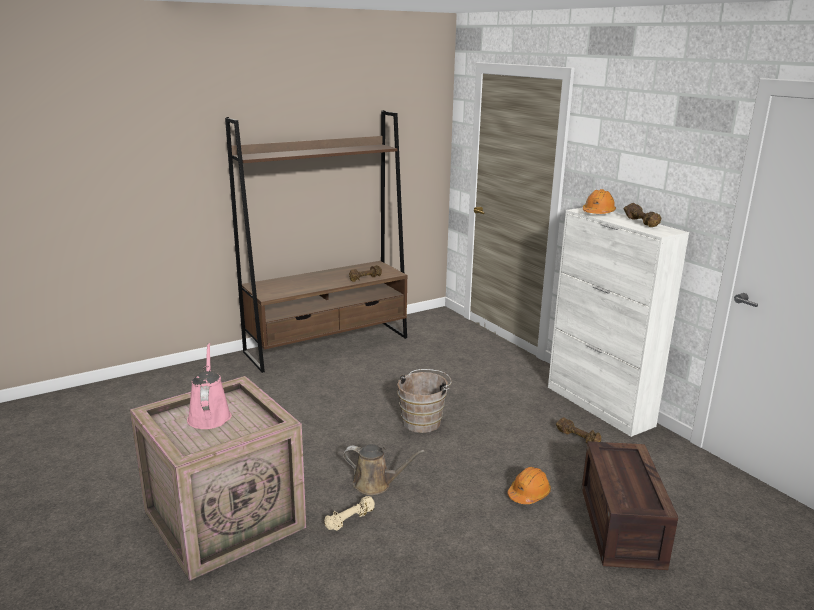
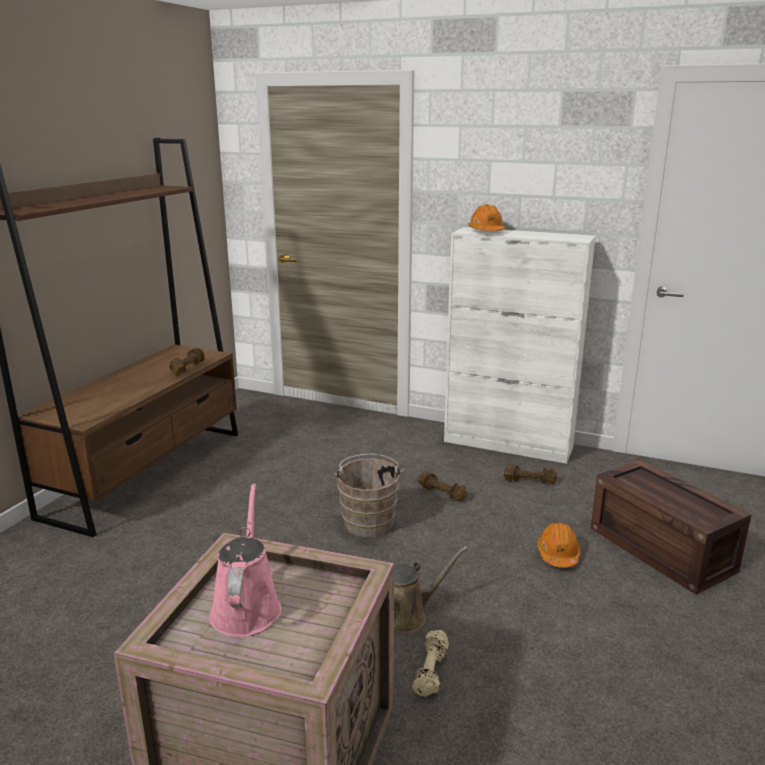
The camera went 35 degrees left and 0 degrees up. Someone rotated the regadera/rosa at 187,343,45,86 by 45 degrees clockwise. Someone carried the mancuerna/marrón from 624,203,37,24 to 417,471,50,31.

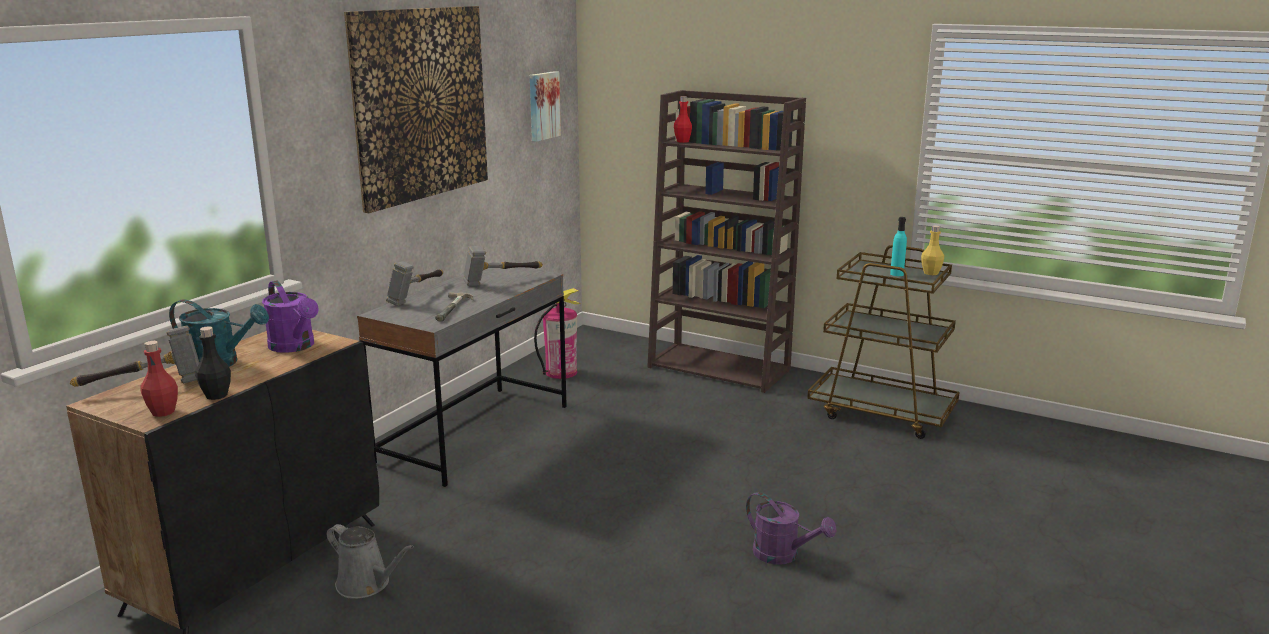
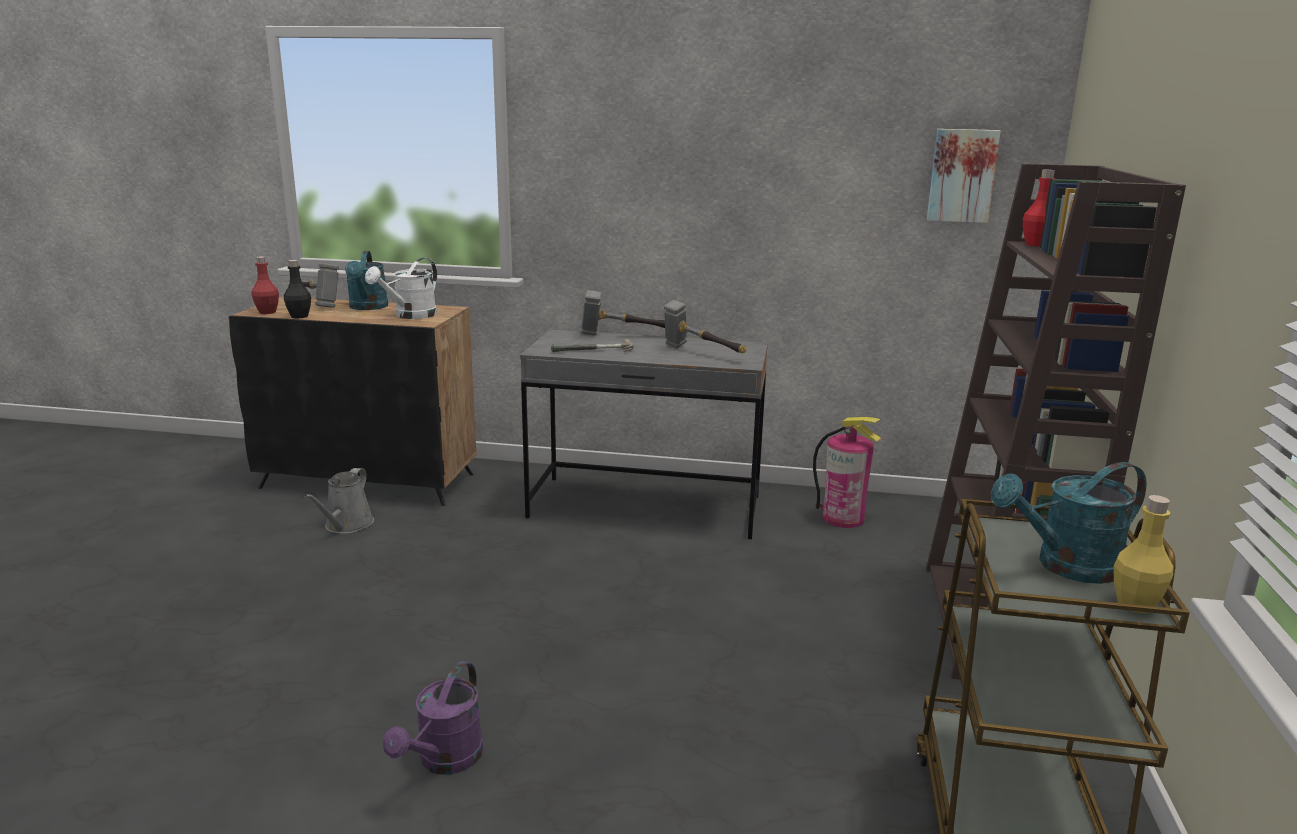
The camera went 70 degrees right and 0 degrees up. Someone repainted the regadera/morado at 262,280,56,73, which became the regadera/blanco at 365,258,72,61. Someone swapped the botella/turquesa at 890,217,17,59 for the regadera/turquesa at 991,462,155,122. Someone took away the cuadro at 344,6,144,207.

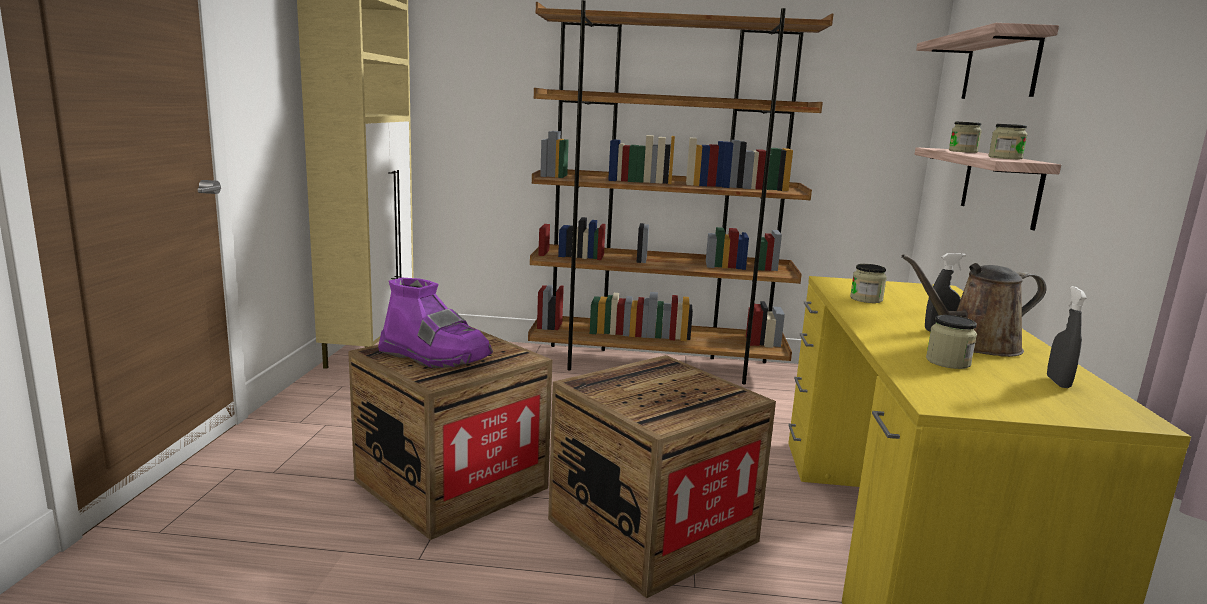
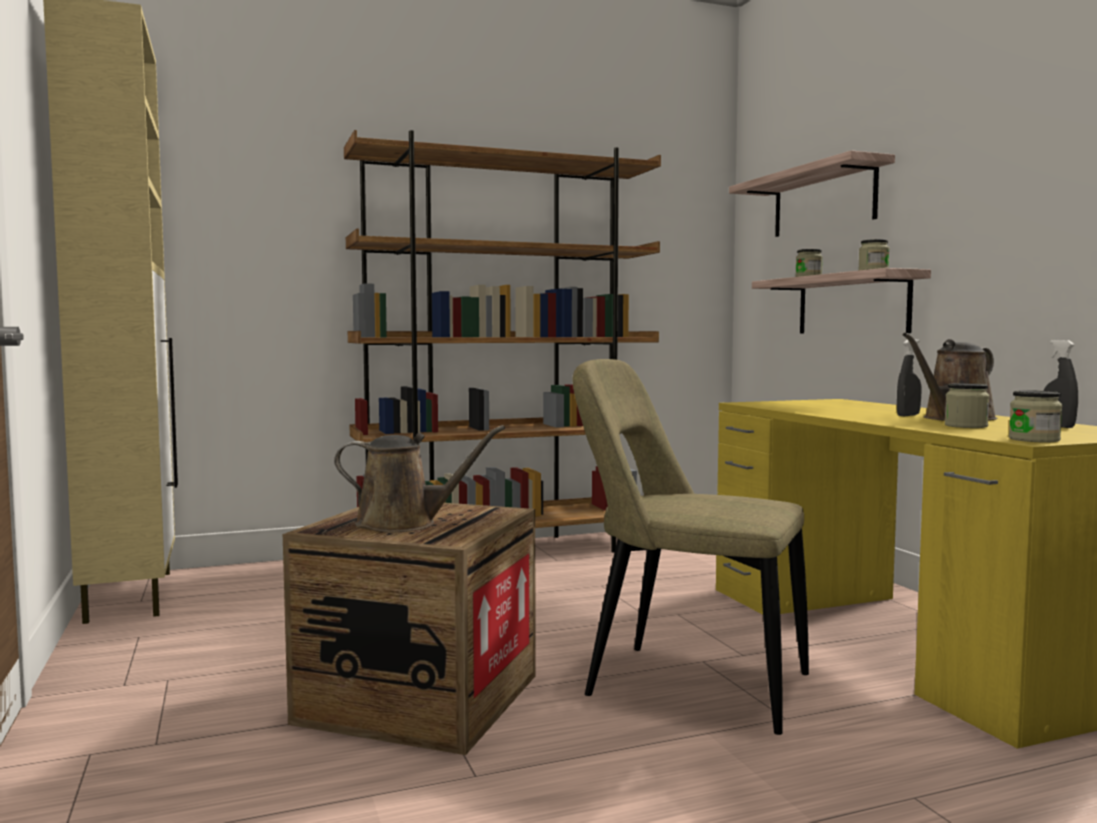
The camera went 25 degrees left and 10 degrees down. Someone swapped the bota/morado at 378,278,115,90 for the regadera/marrón at 334,425,171,108. Someone swapped the caja de embalaje at 548,355,228,243 for the silla/beis at 573,359,236,376. Someone carried the tarro from 850,264,37,39 to 1009,390,53,52.

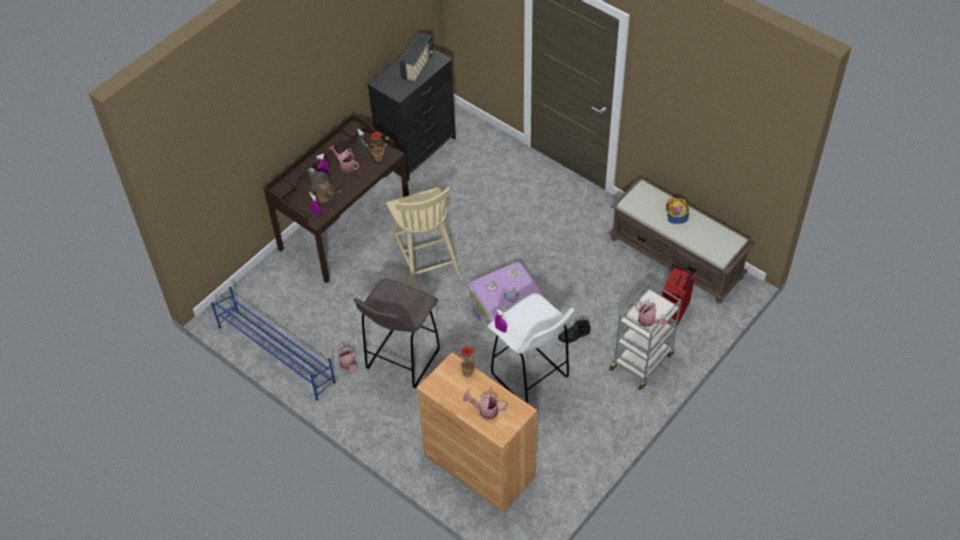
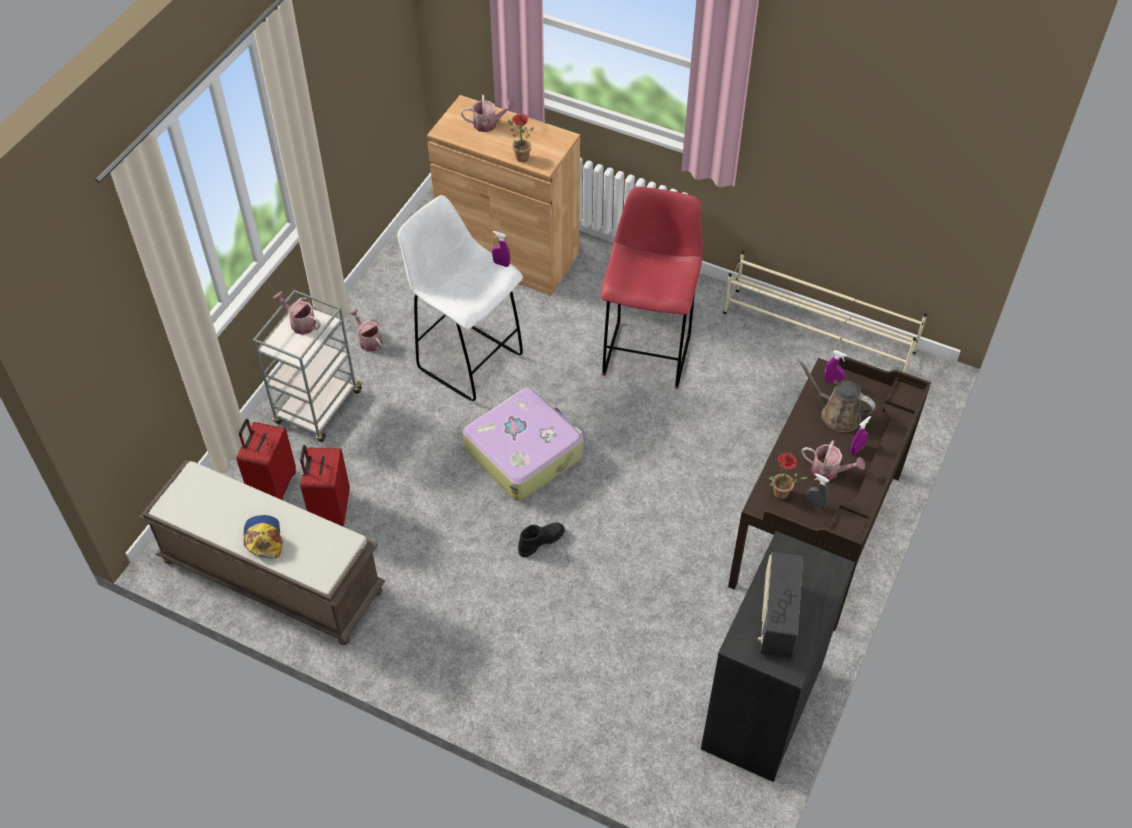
The camera went 165 degrees right and 0 degrees up. Someone put down the maleta/rojo at 300,445,50,81. Someone carried the regadera from 337,344,20,28 to 349,309,33,43. Someone carried the bota/negro from 558,320,32,23 to 518,522,47,35. Someone repainted the taburete/gris at 354,278,86,111, which became the taburete/rojo at 601,187,102,202. Someone repainted the zapatero/azul at 211,287,125,113, which became the zapatero/beis at 723,251,204,122. Someone took away the silla/beis at 386,187,75,102.

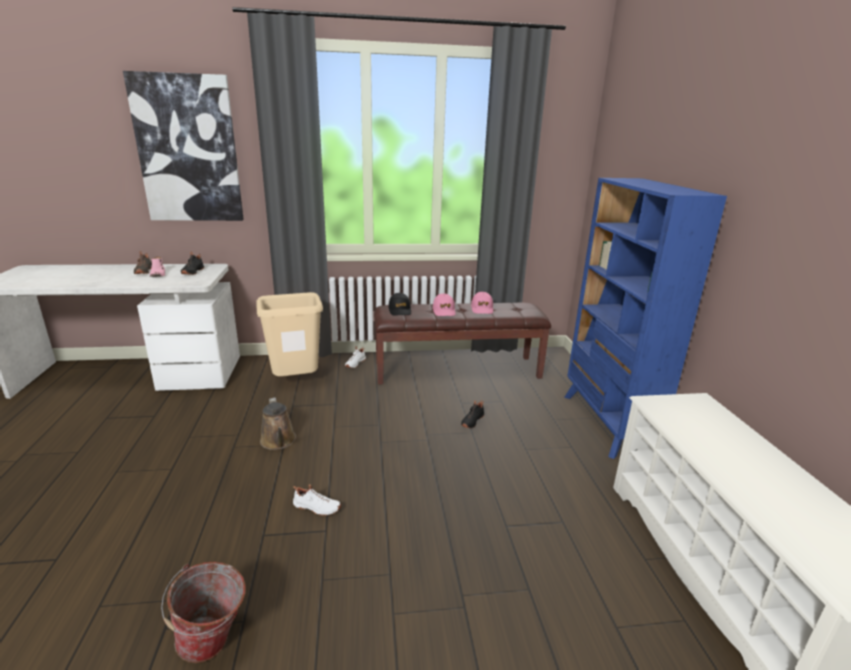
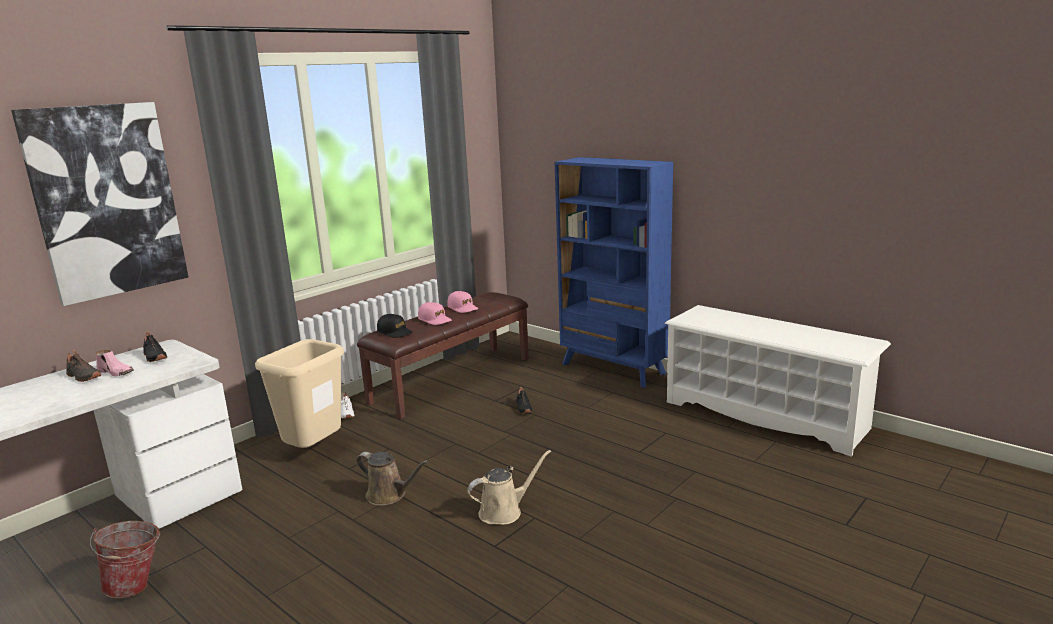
The camera went 40 degrees left and 5 degrees down. Someone carried the cubo from 161,562,85,101 to 90,521,71,78. Someone swapped the zapato/blanco at 293,484,48,32 for the regadera/beis at 468,450,83,75.

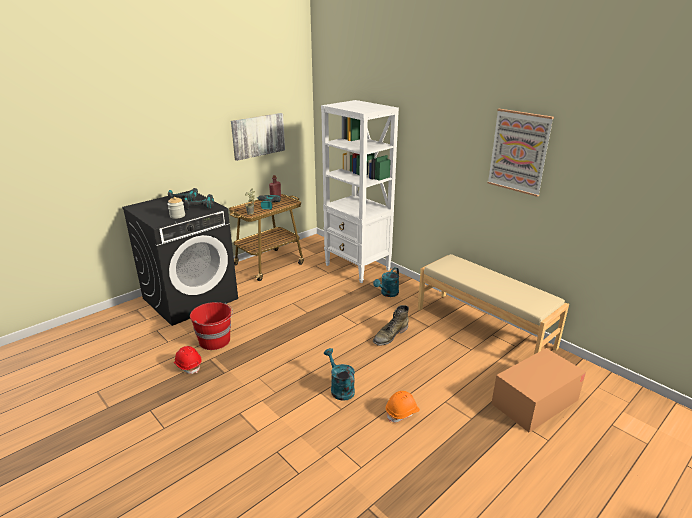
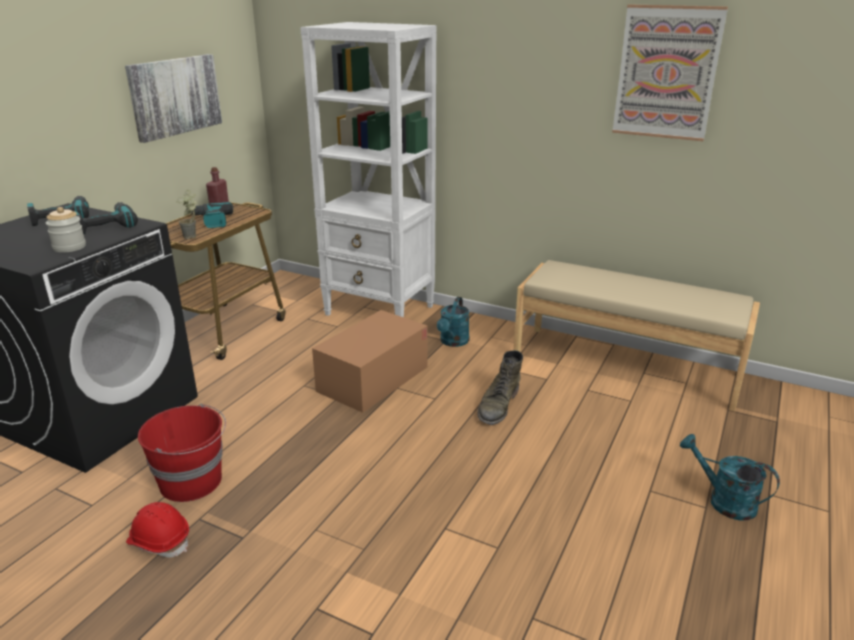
The camera went 20 degrees left and 0 degrees up. Someone carried the caja de cartón from 491,348,95,84 to 312,310,116,103. Someone carried the regadera/turquesa from 324,348,31,53 to 680,434,100,87. Someone took away the casco/naranja at 386,391,34,31.

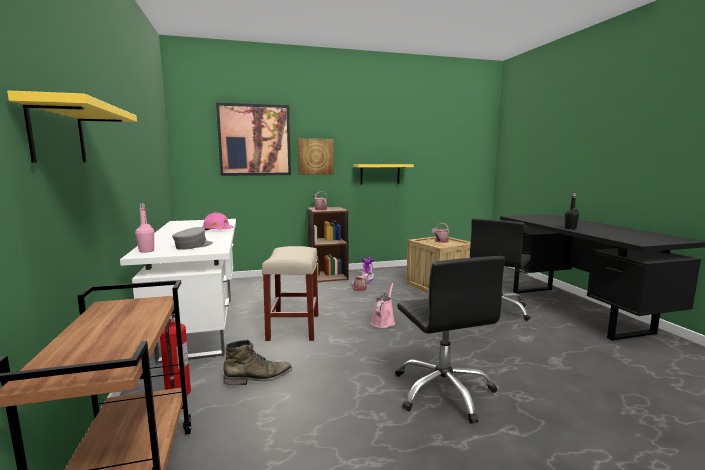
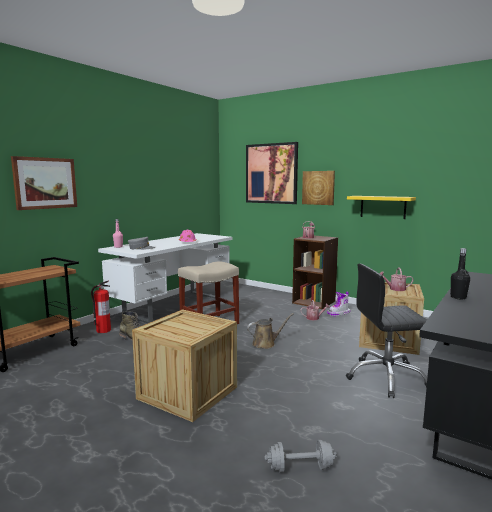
The camera went 50 degrees right and 0 degrees up. Someone swapped the estante/amarillo at 7,90,130,72 for the cuadro at 11,156,66,54. Someone swapped the silla de oficina/negro at 395,256,111,168 for the caja de embalaje at 132,309,105,113. Someone repainted the regadera/rosa at 371,283,24,45, which became the regadera/marrón at 247,313,46,36. Someone put down the mancuerna/gris at 264,440,73,33.

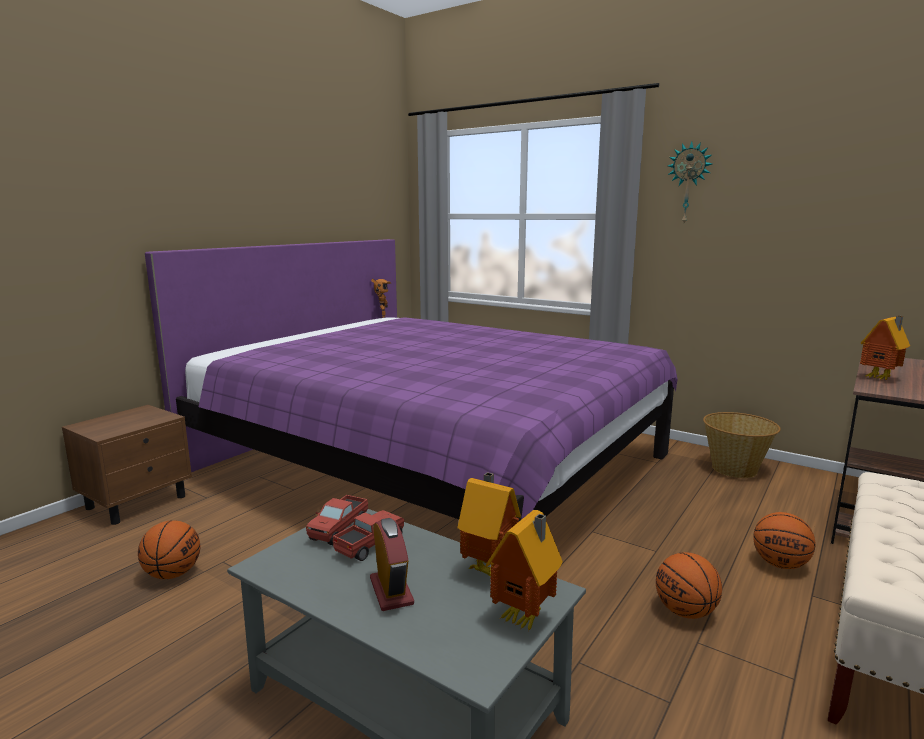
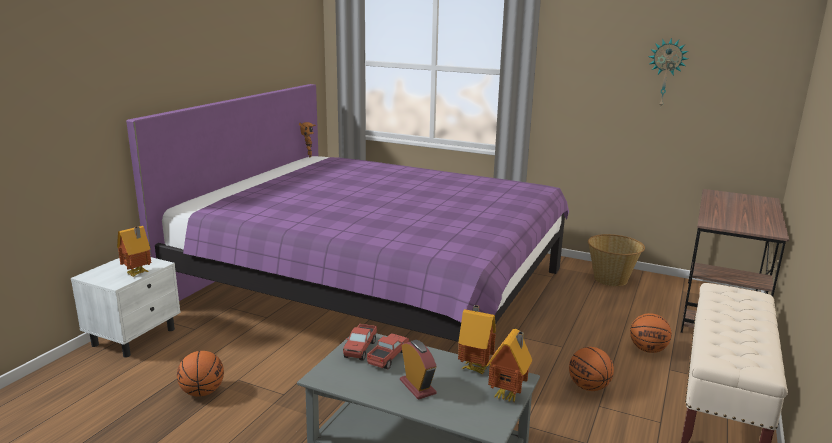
The camera went 10 degrees left and 5 degrees up. Someone repainted the mesita de noche/marrón at 62,405,130,120, which became the mesita de noche/blanco at 71,257,110,101. Someone carried the casita from 860,316,50,64 to 117,226,34,51. Someone carried the reloj de pared from 668,142,44,82 to 649,38,39,68.

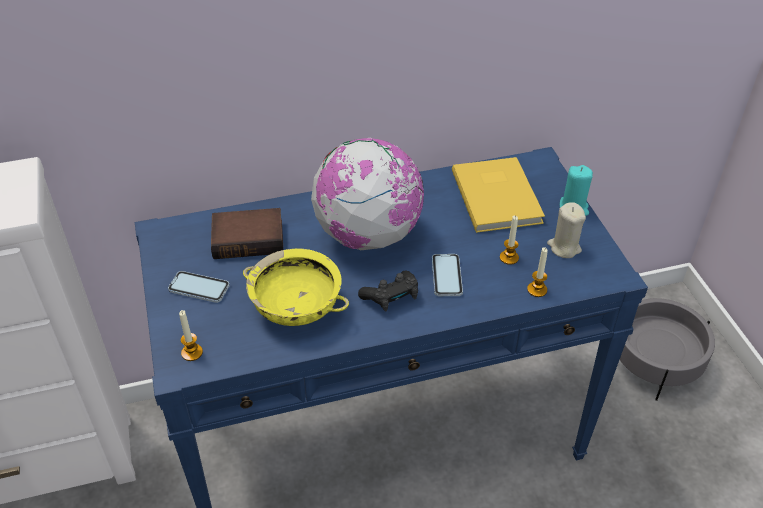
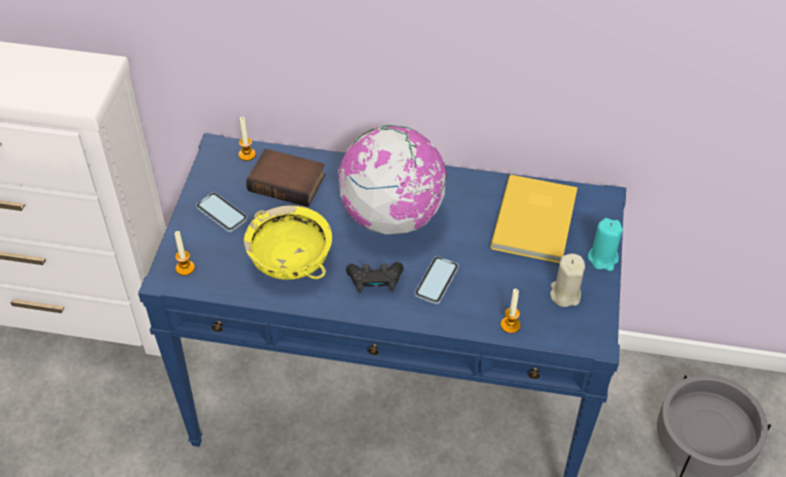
The camera went 25 degrees right and 5 degrees up. Someone carried the vela from 500,216,19,49 to 238,117,18,44.

